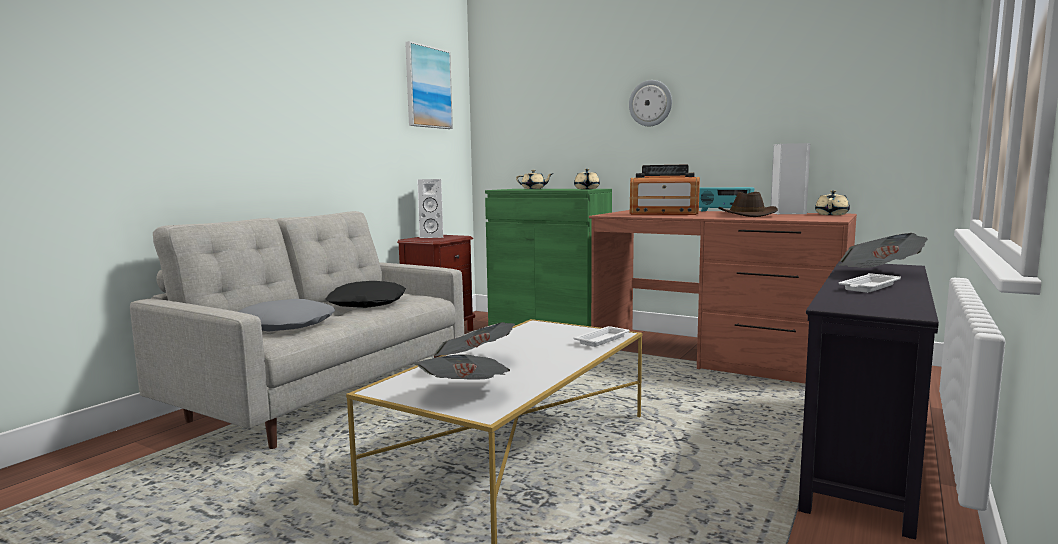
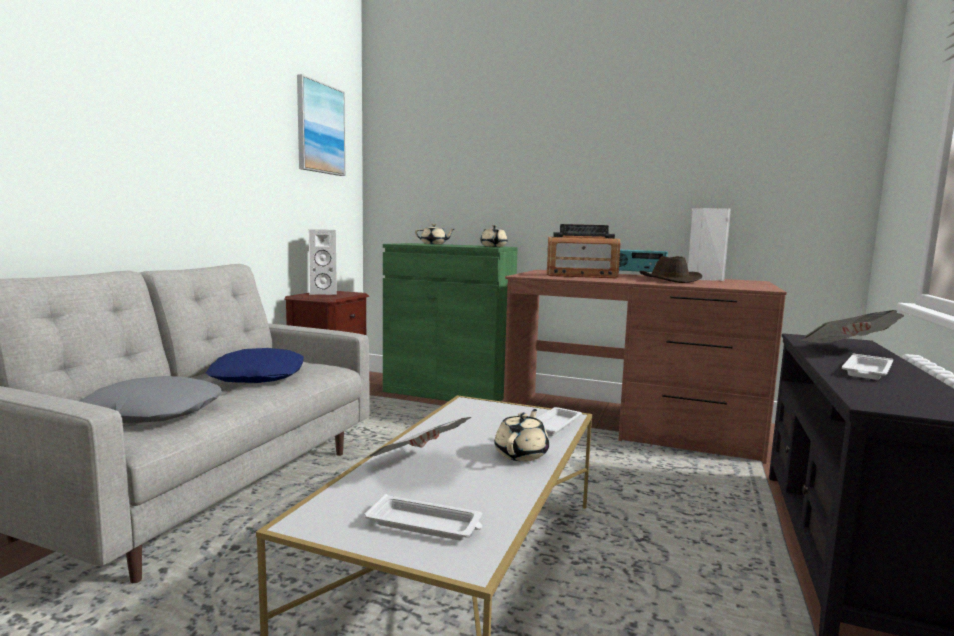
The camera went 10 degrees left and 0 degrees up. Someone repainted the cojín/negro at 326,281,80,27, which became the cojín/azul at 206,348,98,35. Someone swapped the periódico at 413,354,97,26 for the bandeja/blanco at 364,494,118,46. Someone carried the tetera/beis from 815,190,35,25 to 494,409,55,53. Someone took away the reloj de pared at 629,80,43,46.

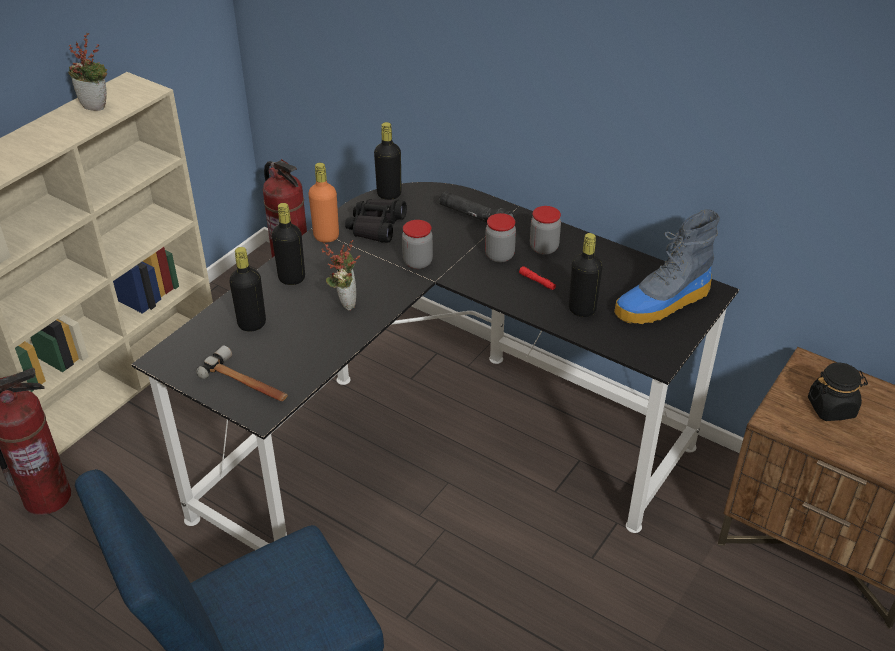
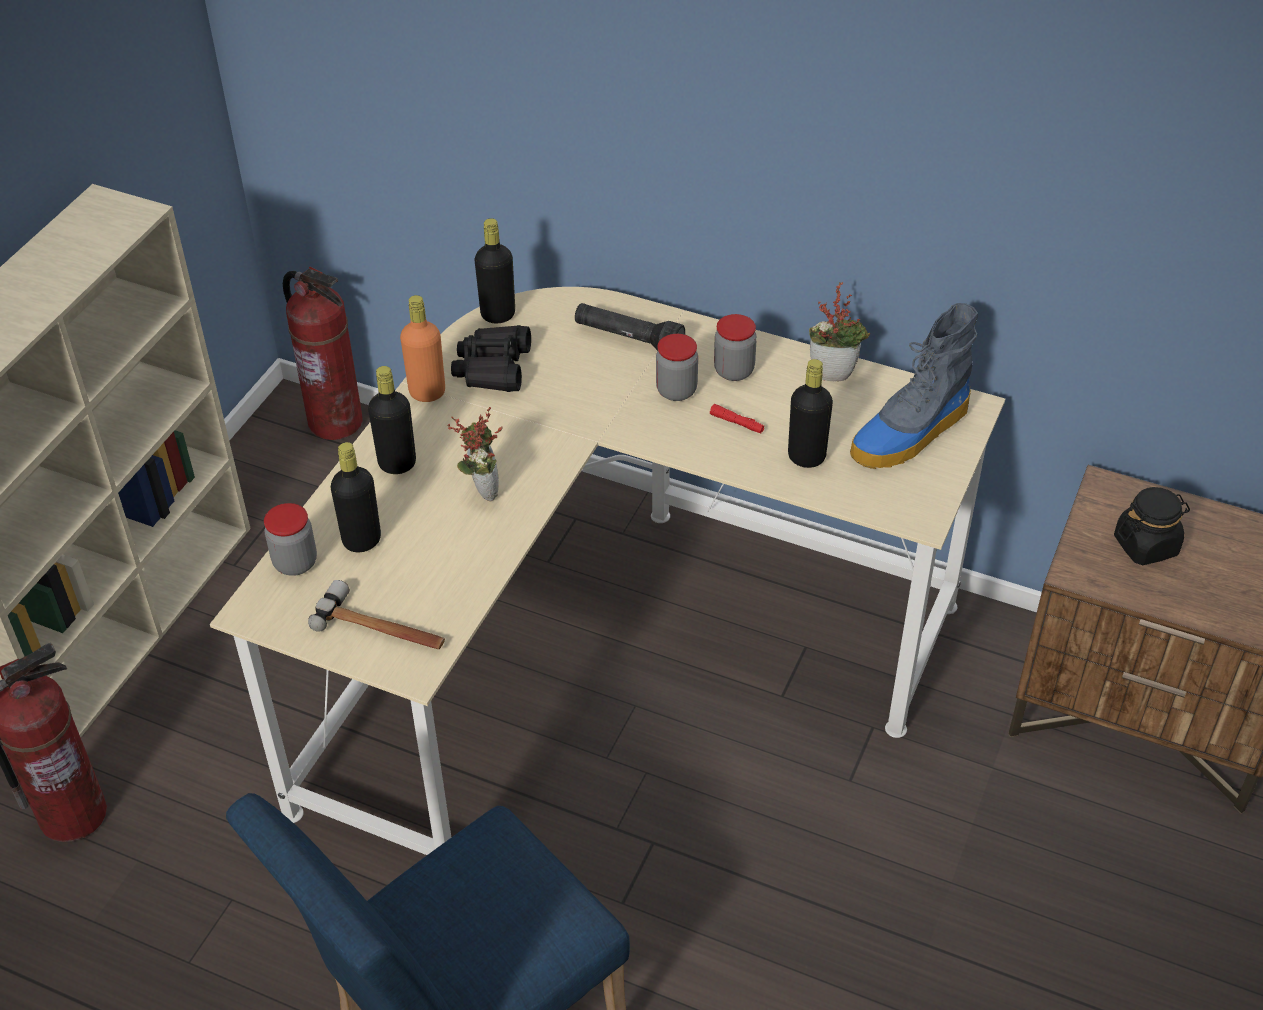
The camera went 10 degrees left and 5 degrees up. Someone repainted the escritorio/negro at 131,182,608,368, which became the escritorio/beis at 210,287,795,568. Someone carried the tarro from 402,220,31,49 to 264,503,53,73. Someone carried the planta en maceta from 68,33,39,78 to 809,282,61,99.

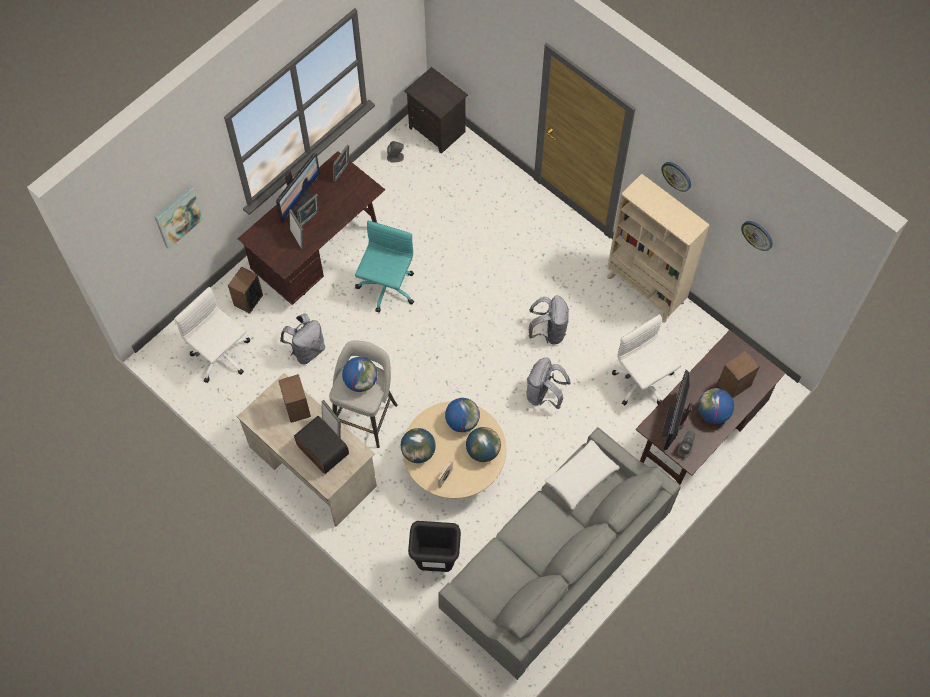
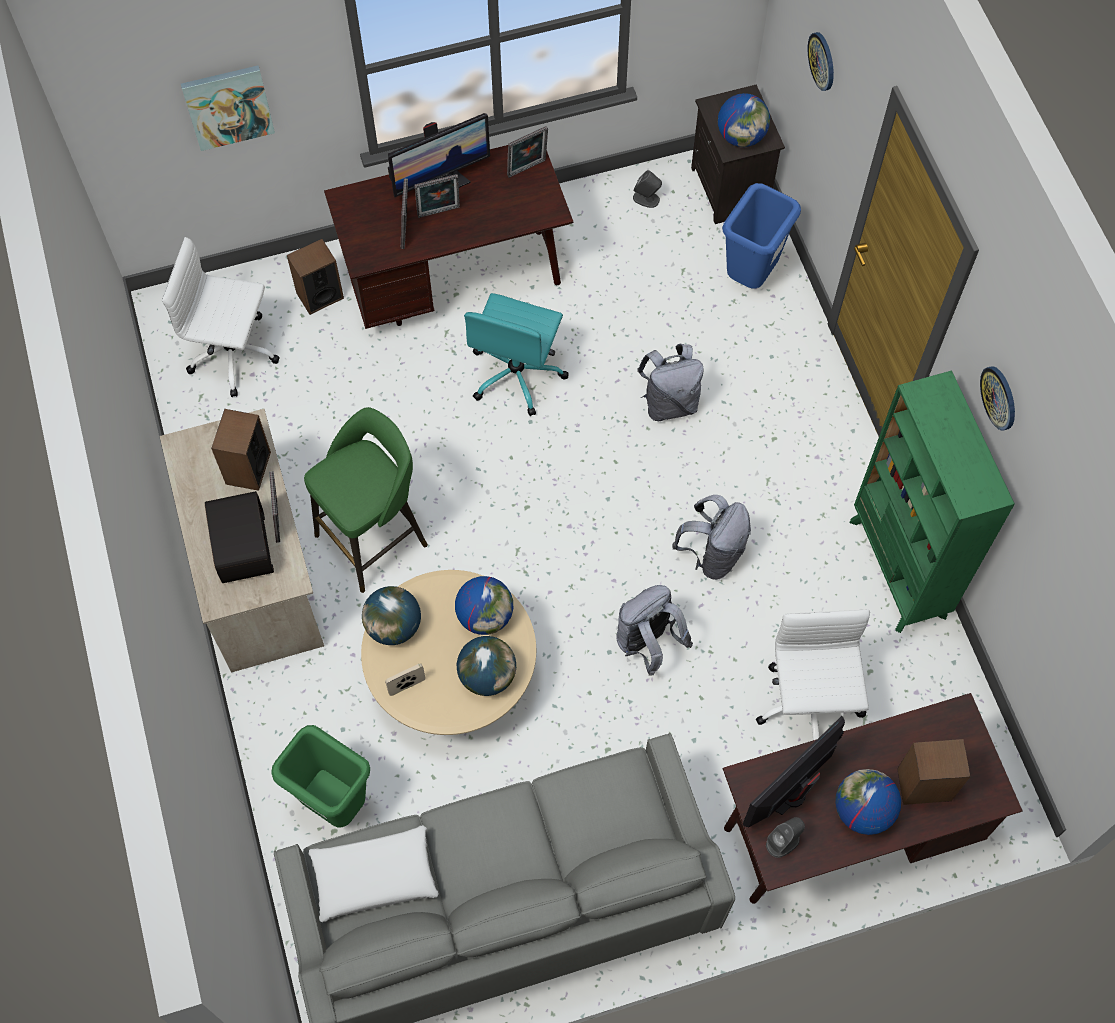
The camera went 30 degrees right and 0 degrees up. Someone rotated the silla de oficina/blanco at 174,287,76,96 by 60 degrees counterclockwise. Someone repainted the papelera/negro at 408,521,53,51, which became the papelera/verde at 271,725,99,103. Someone repainted the taburete/gris at 329,341,69,107, which became the taburete/verde at 304,407,124,186. Someone carried the cojín/blanco from 544,440,75,70 to 309,825,130,97. Someone rotated the silla de oficina/turquesa at 355,221,59,92 by 150 degrees clockwise. Someone carried the mochila/gris from 280,314,45,50 to 637,344,67,77. Someone carried the globo terráqueo from 342,357,36,35 to 718,93,52,54. Someone put down the papelera/azul at 722,183,79,106. Someone carried the reloj de pared from 741,221,32,30 to 808,32,26,59. Someone repainted the estantería/beis at 607,174,103,148, which became the estantería/verde at 849,370,166,263.

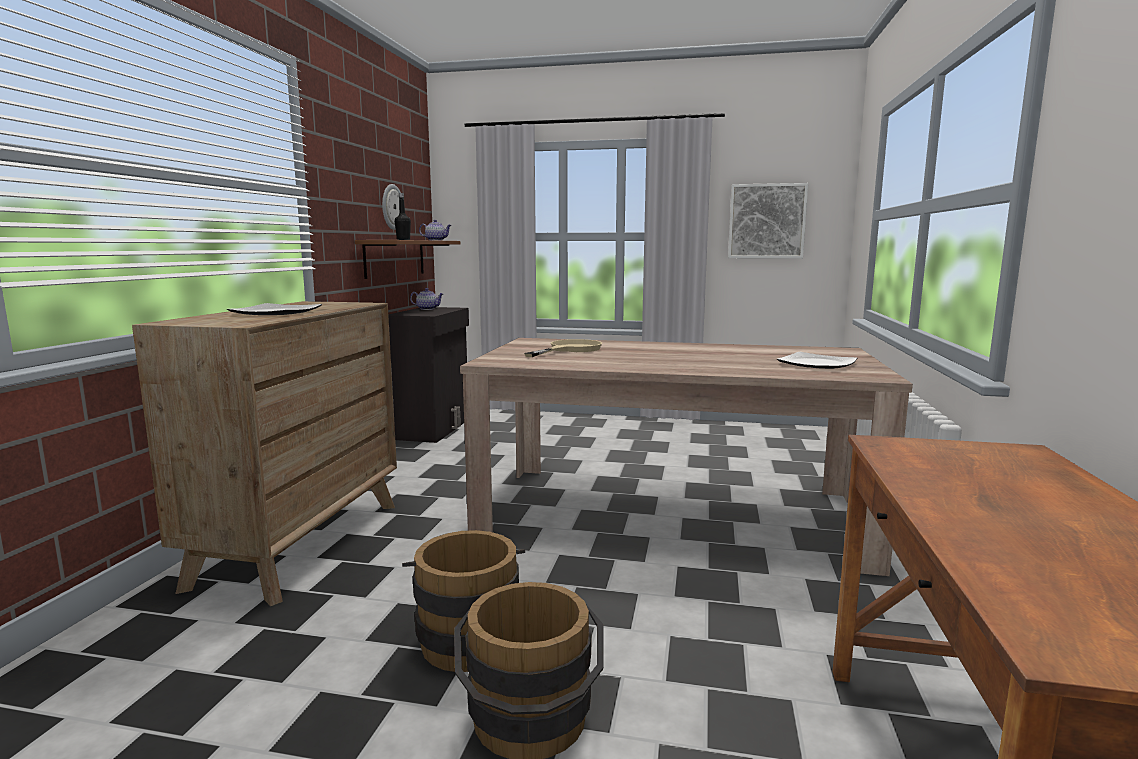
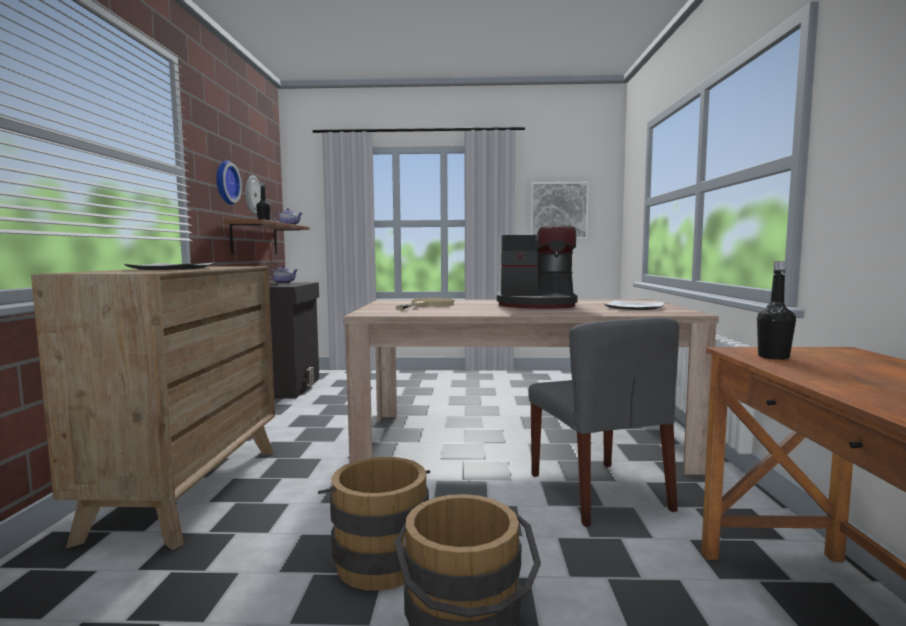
The camera went 10 degrees left and 5 degrees down. Someone put up the reloj de pared at 216,160,26,45. Someone put down the cafetera at 497,225,81,84. Someone put down the silla/gris at 528,317,151,210. Someone put down the botella/negro at 757,261,39,99.

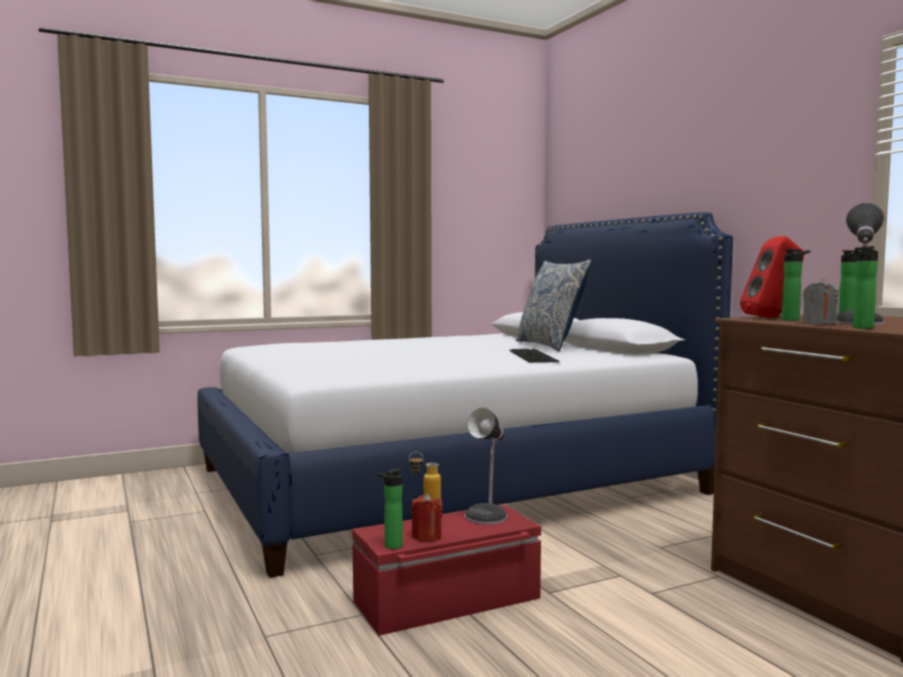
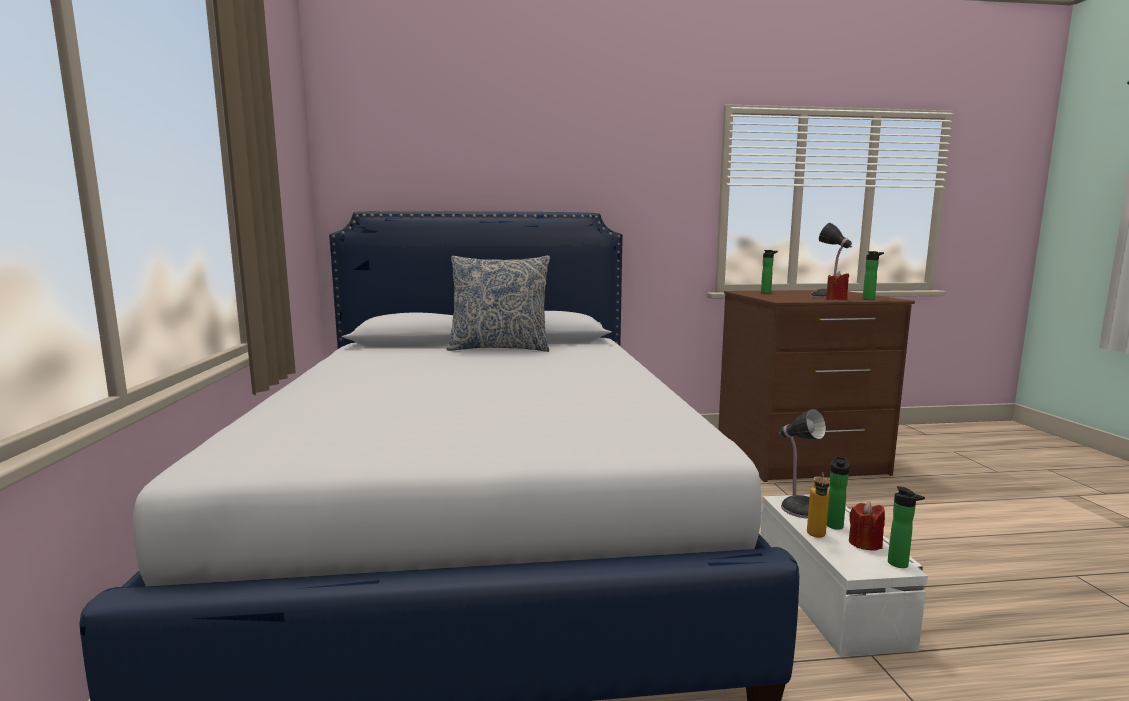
The camera went 70 degrees left and 5 degrees up. Someone repainted the caja de almacenaje/rojo at 352,504,189,132, which became the caja de almacenaje/blanco at 760,494,168,163. Someone repainted the vela/gris at 802,279,37,46, which became the vela/rojo at 826,271,23,29. Someone carried the botella from 781,249,30,72 to 827,456,22,74. Someone took away the teclado at 510,349,49,14. Someone took away the altavoz/rojo at 740,236,64,82.

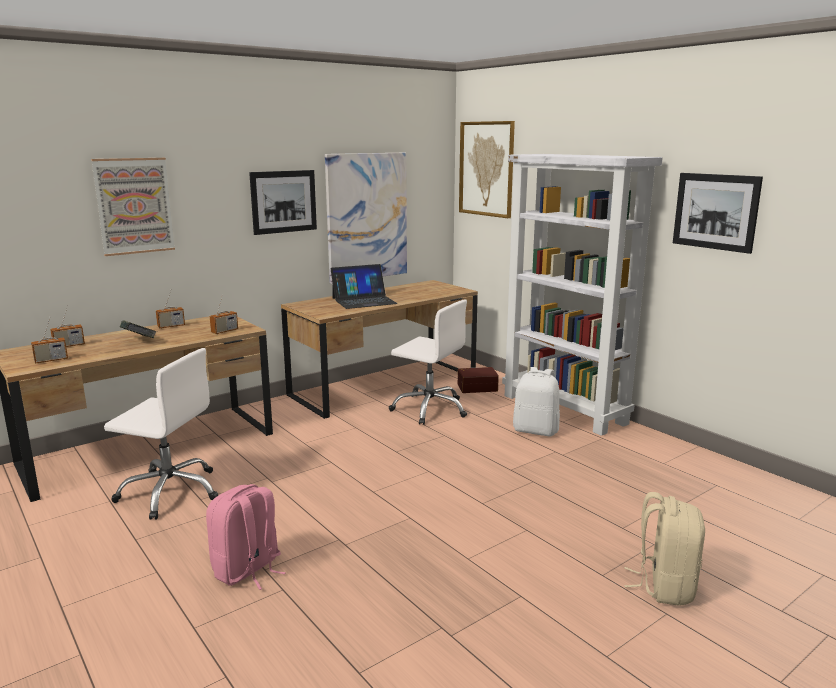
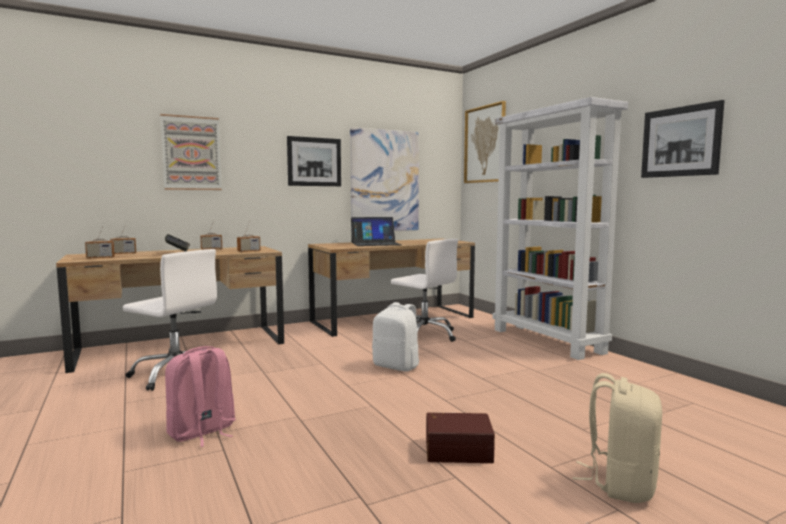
The camera went 10 degrees right and 10 degrees down. Someone carried the mochila/blanco from 513,367,47,69 to 372,302,47,70. Someone carried the caja de almacenaje/marrón from 458,367,41,26 to 426,412,69,51.

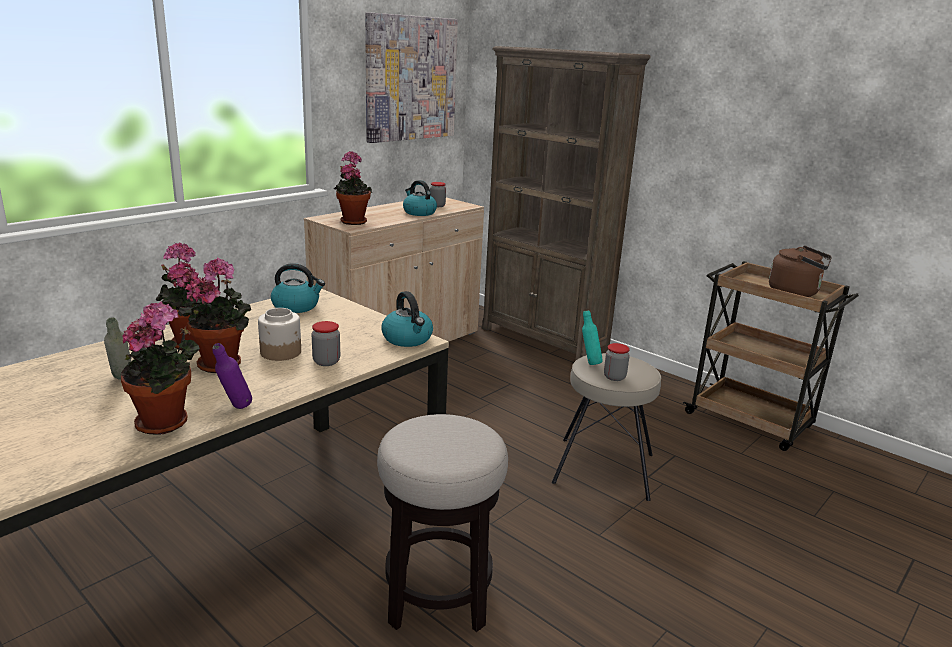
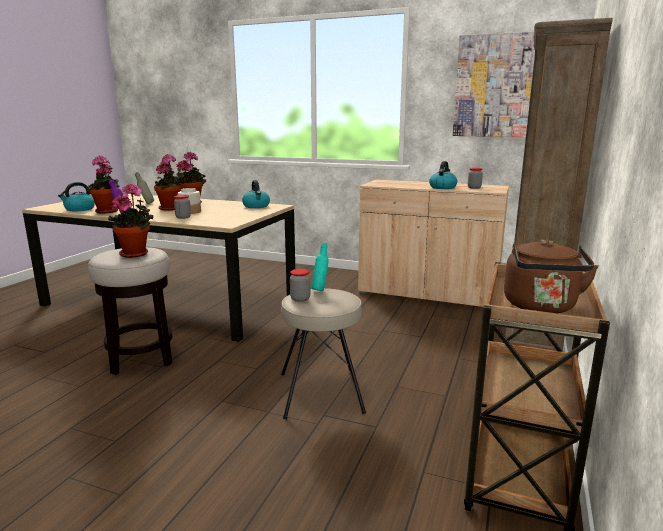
The camera went 70 degrees right and 5 degrees down. Someone carried the hervidor from 381,291,52,56 to 58,182,37,29. Someone carried the planta en maceta from 334,151,38,74 to 108,184,45,74.

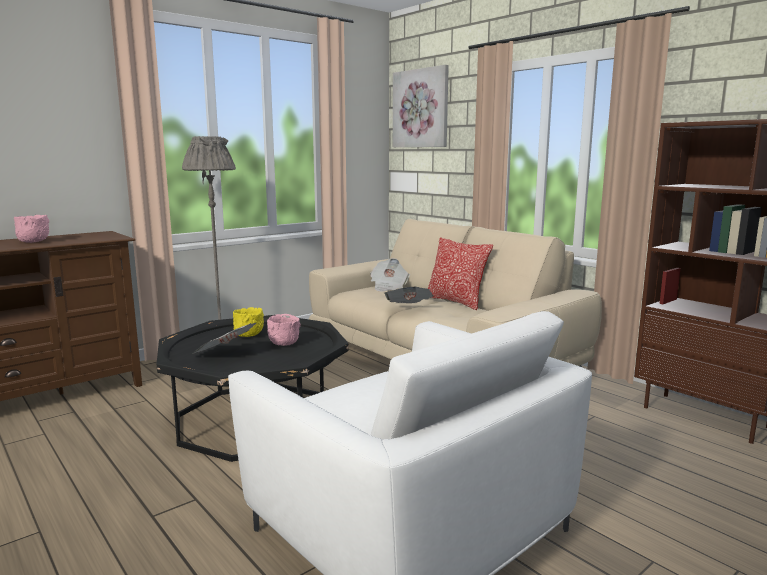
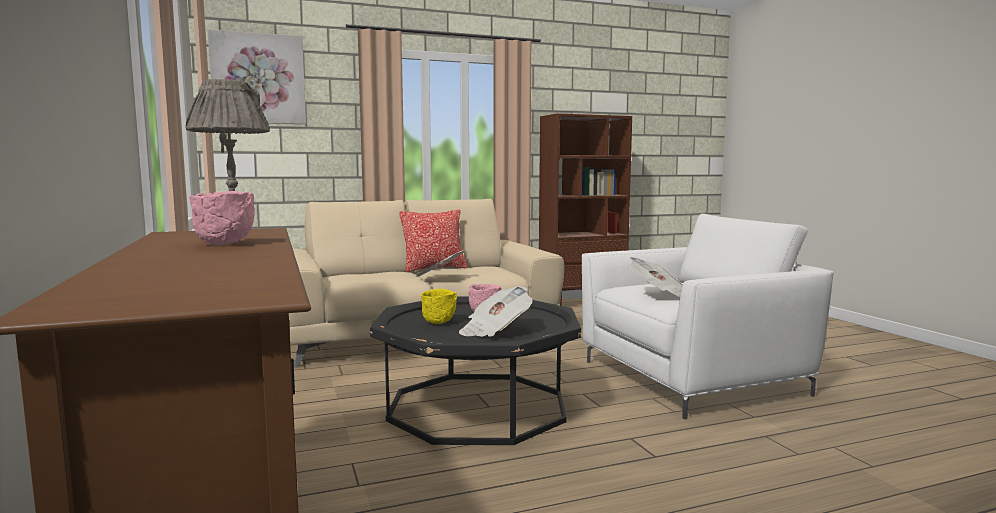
The camera went 70 degrees left and 5 degrees down. Someone carried the periódico from 370,258,40,34 to 630,257,53,40.

